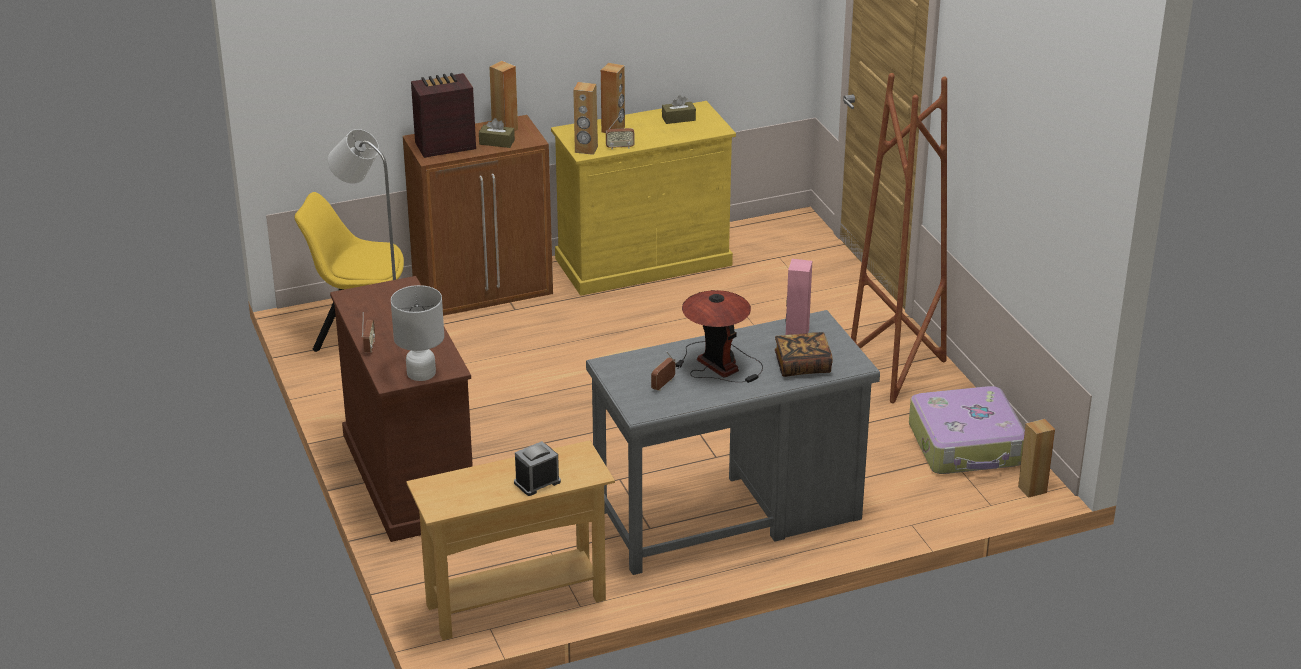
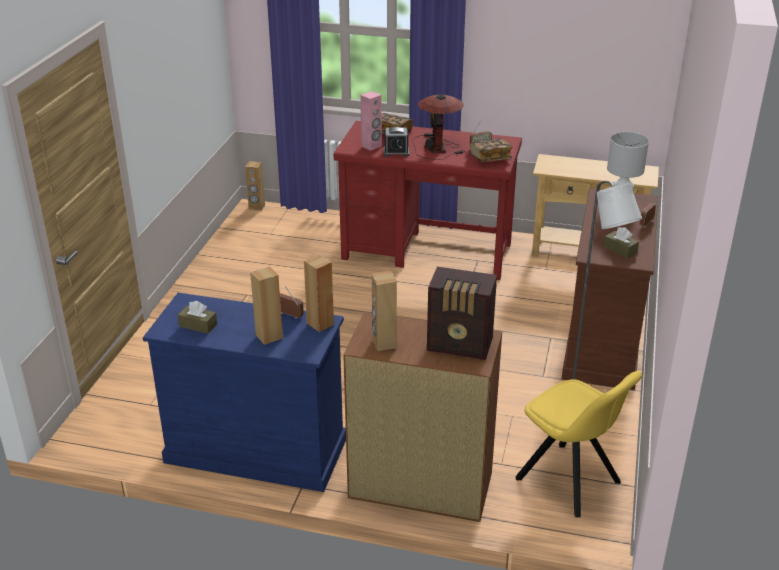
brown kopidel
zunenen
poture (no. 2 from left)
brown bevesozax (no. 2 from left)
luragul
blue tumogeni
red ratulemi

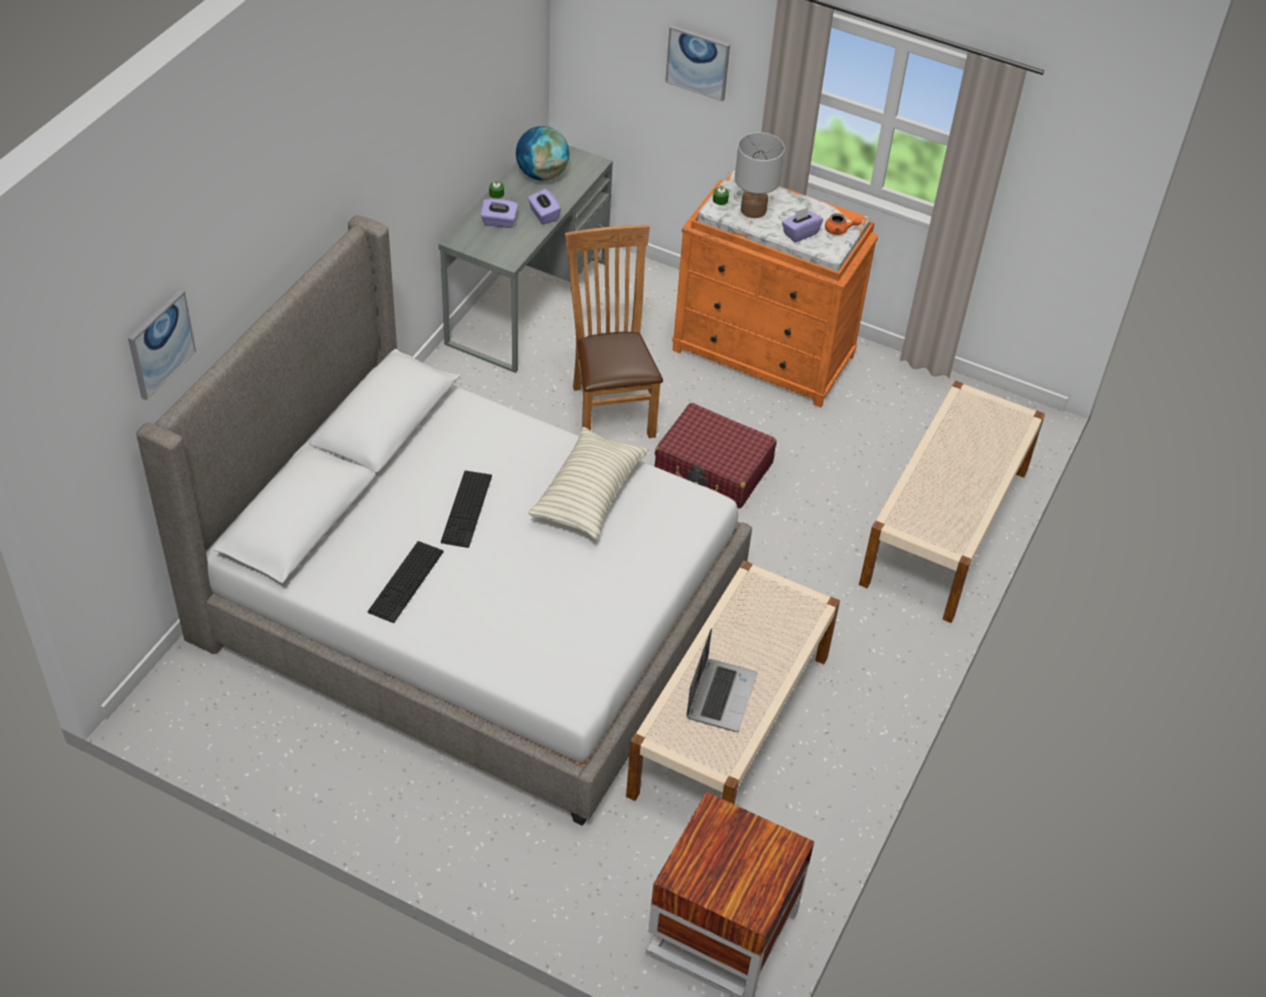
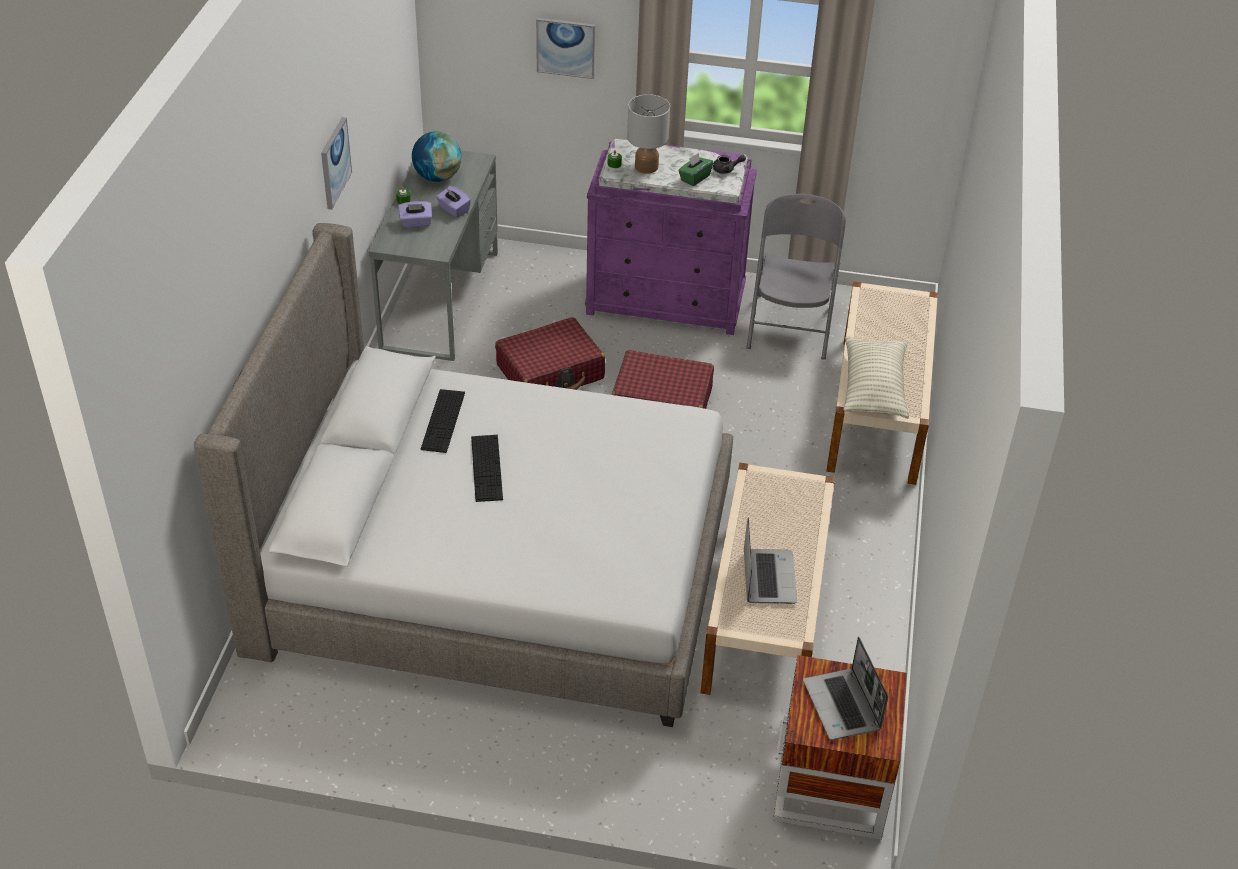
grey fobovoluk
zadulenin (no. 2 from left)
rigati (no. 1 from left)
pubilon (no. 1 from left)
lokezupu
red zunenen (no. 1 from left)
purple tumogeni
green bevesozax
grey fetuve

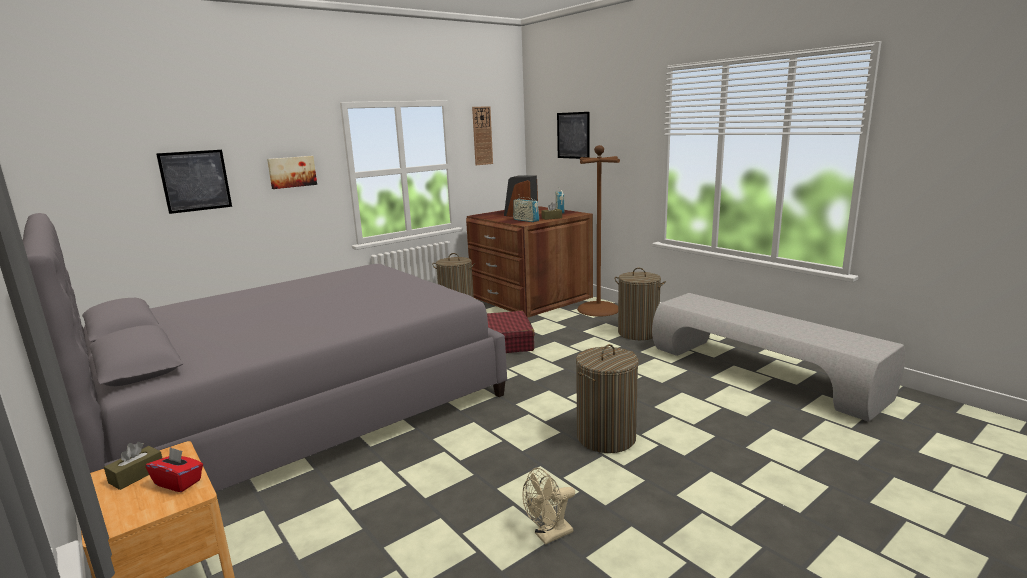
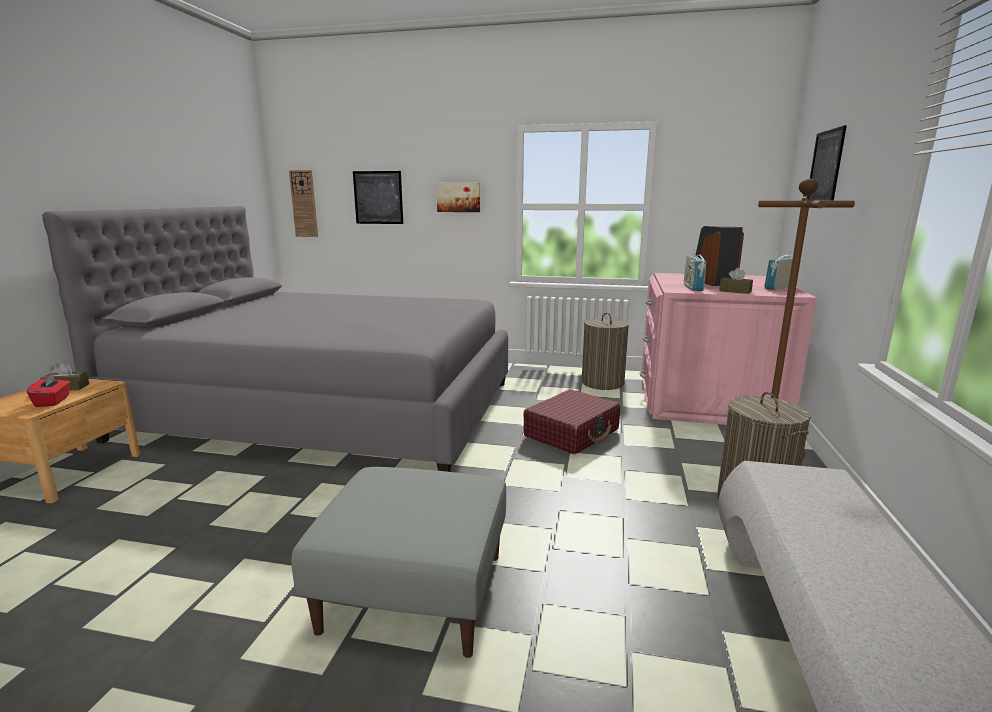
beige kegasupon
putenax
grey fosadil
pink tumogeni

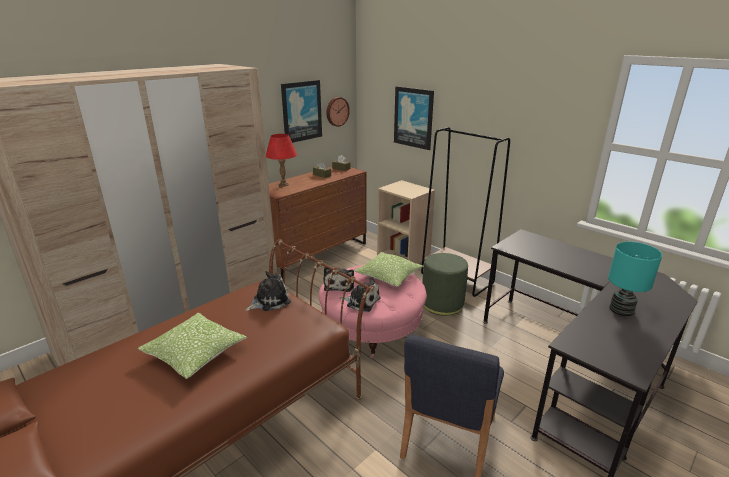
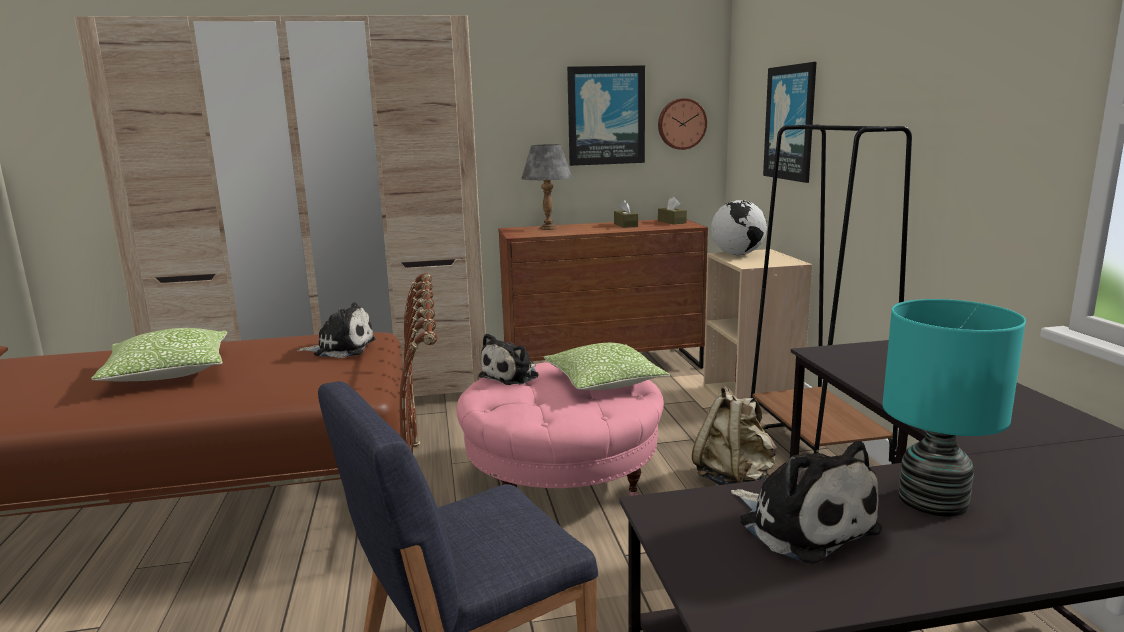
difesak
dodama (no. 3 from left)
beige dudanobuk
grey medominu

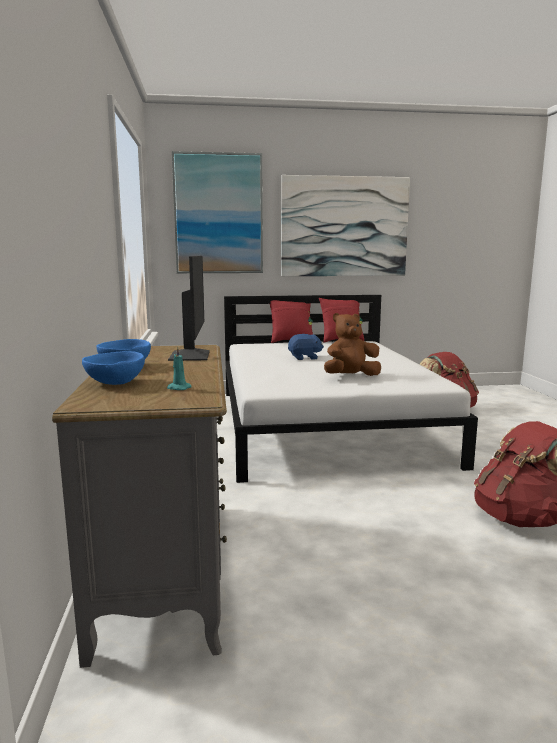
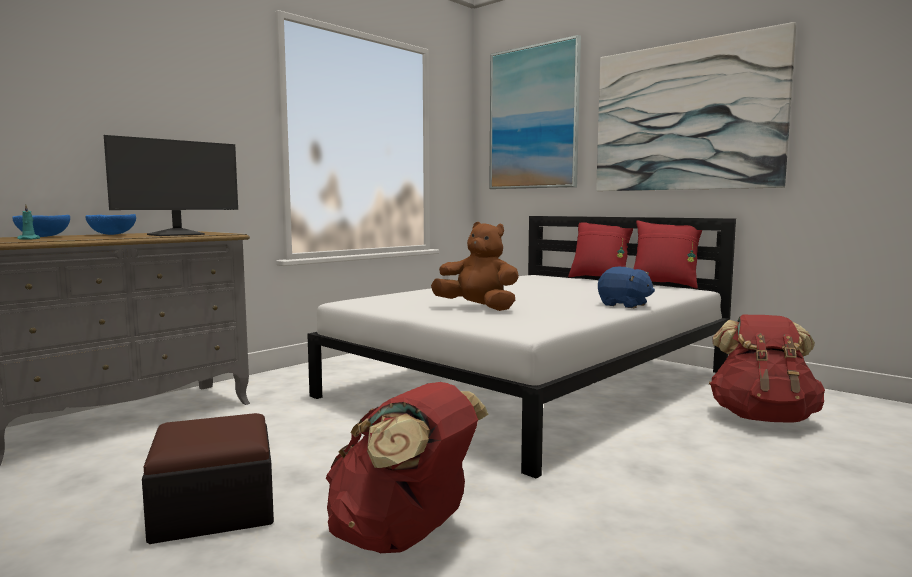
fosadil
blue dodama

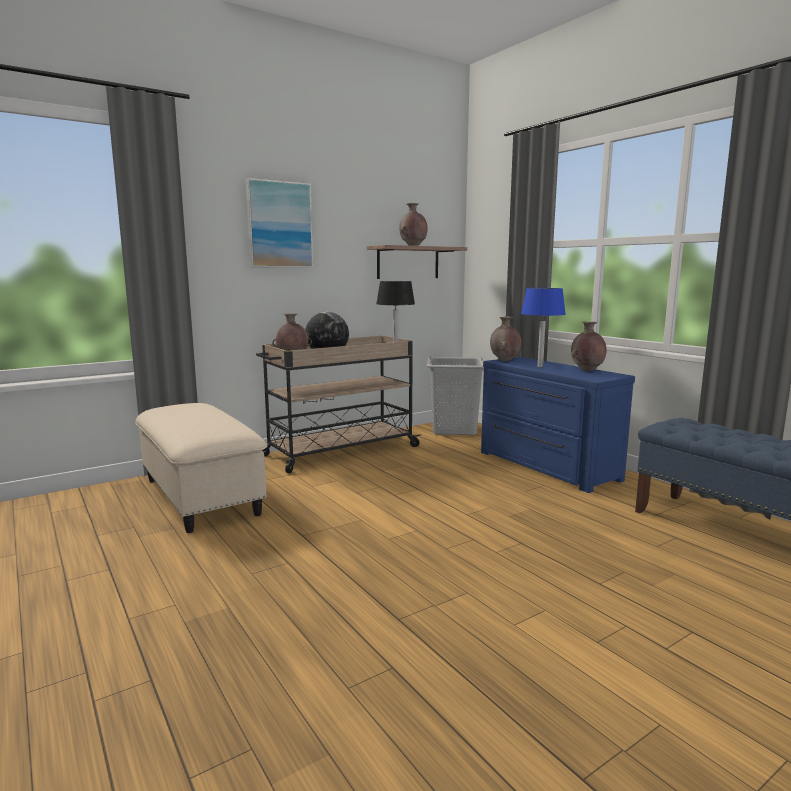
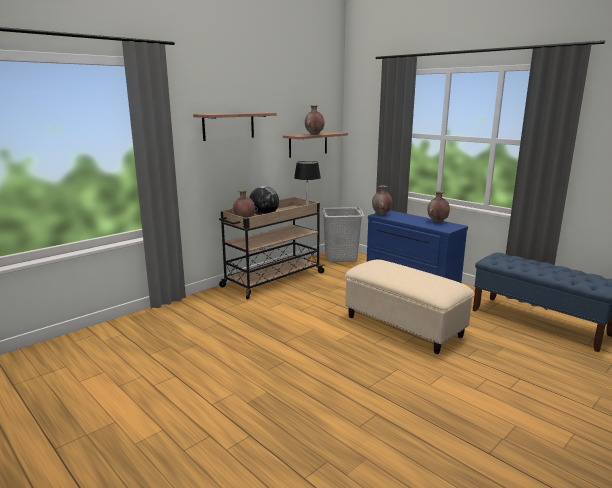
blue medominu
beige fosadil
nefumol (no. 1 from left)

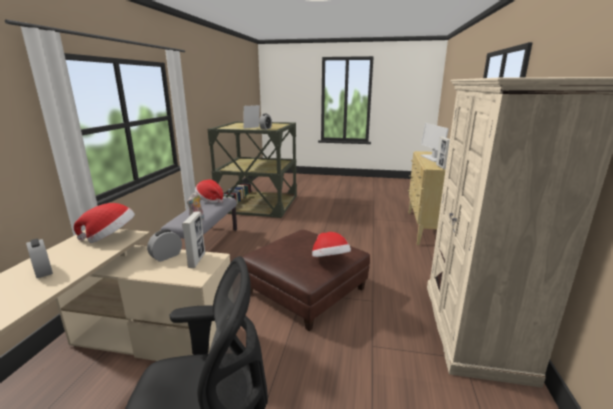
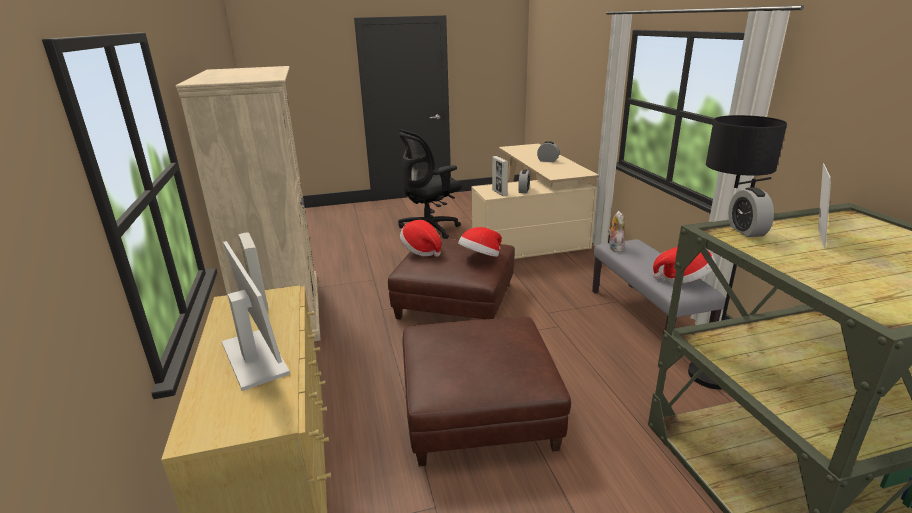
brown fosadil (no. 2 from left)
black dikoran
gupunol (no. 2 from left)

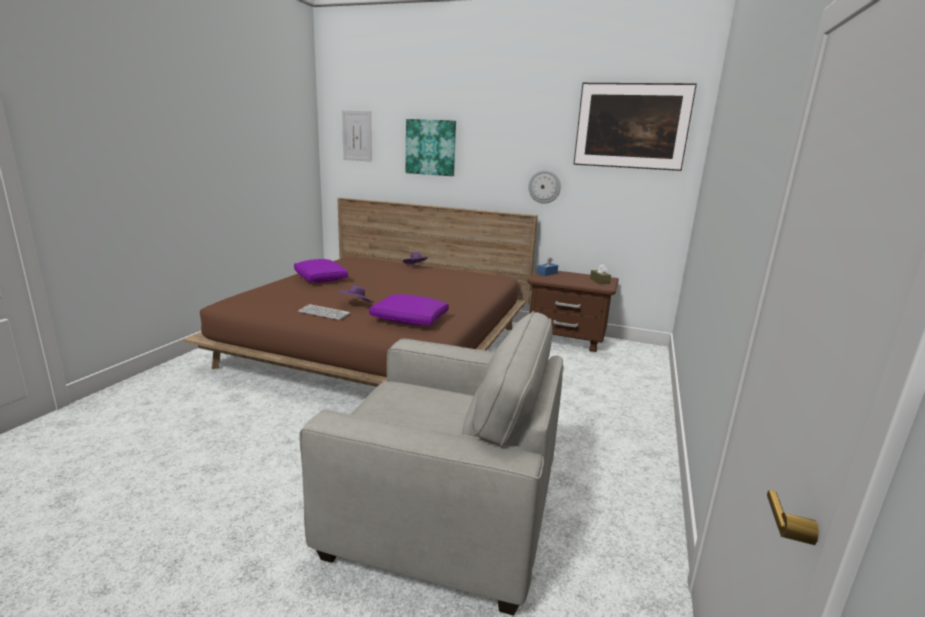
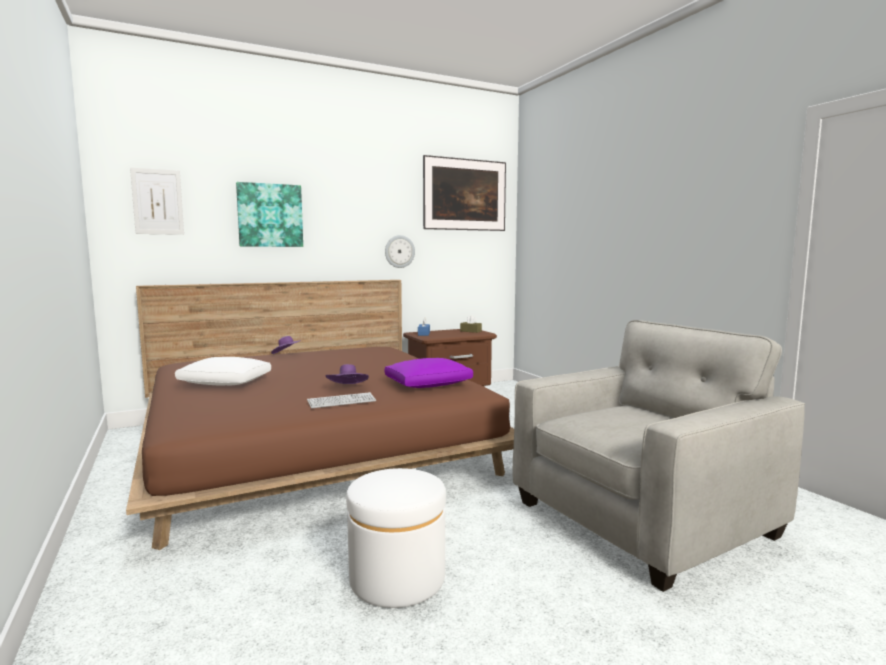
white fosadil
white lokezupu

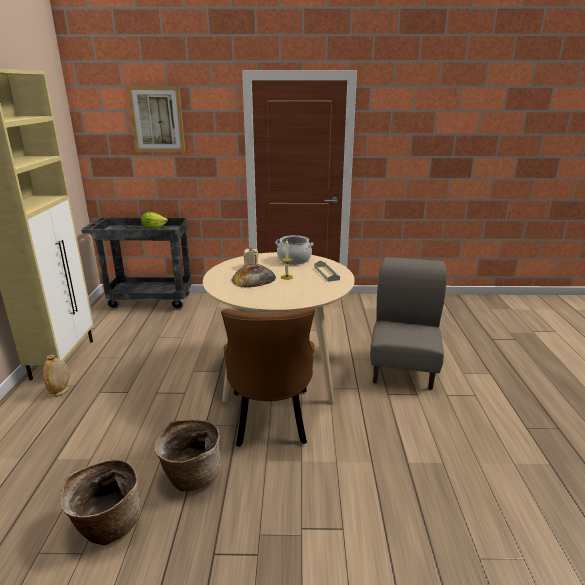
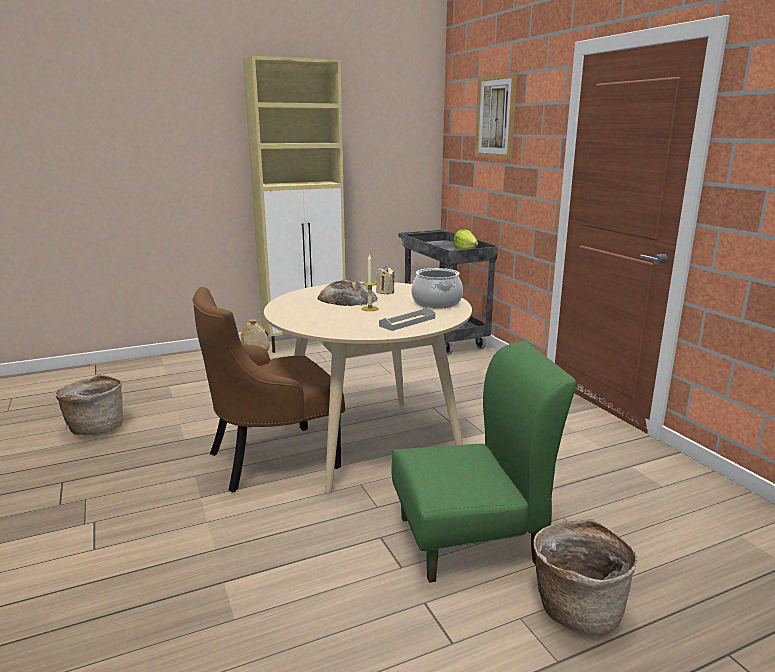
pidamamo (no. 2 from left)
green fobovoluk

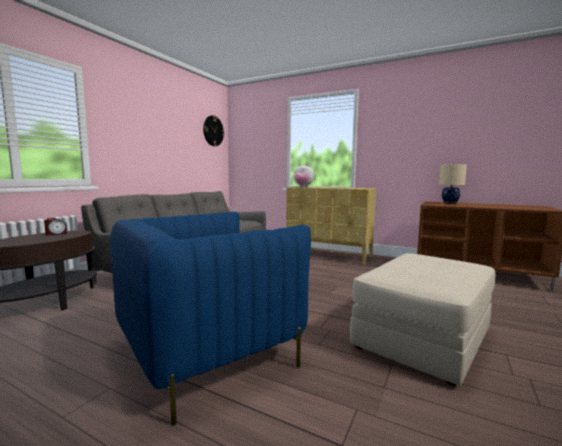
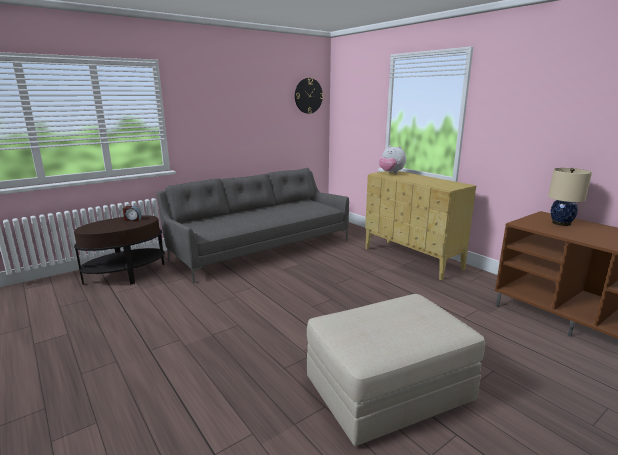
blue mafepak

